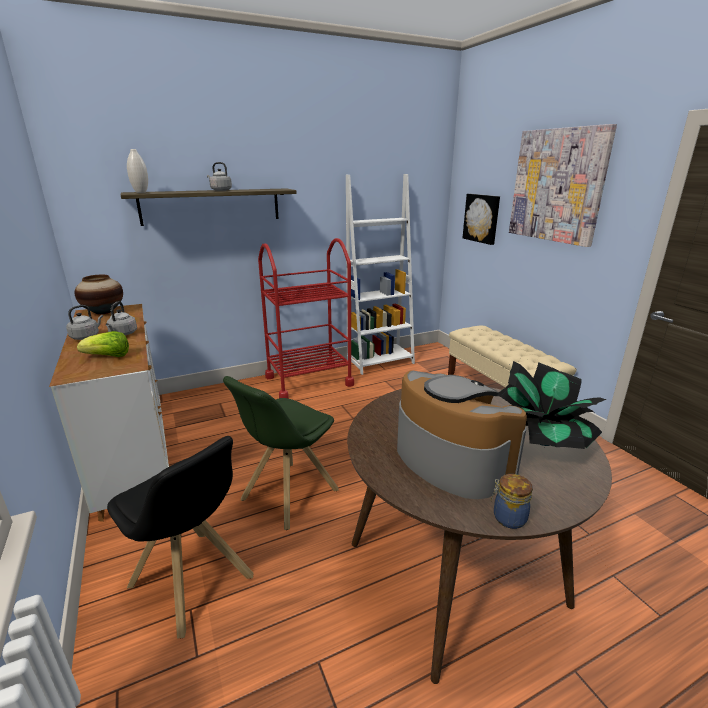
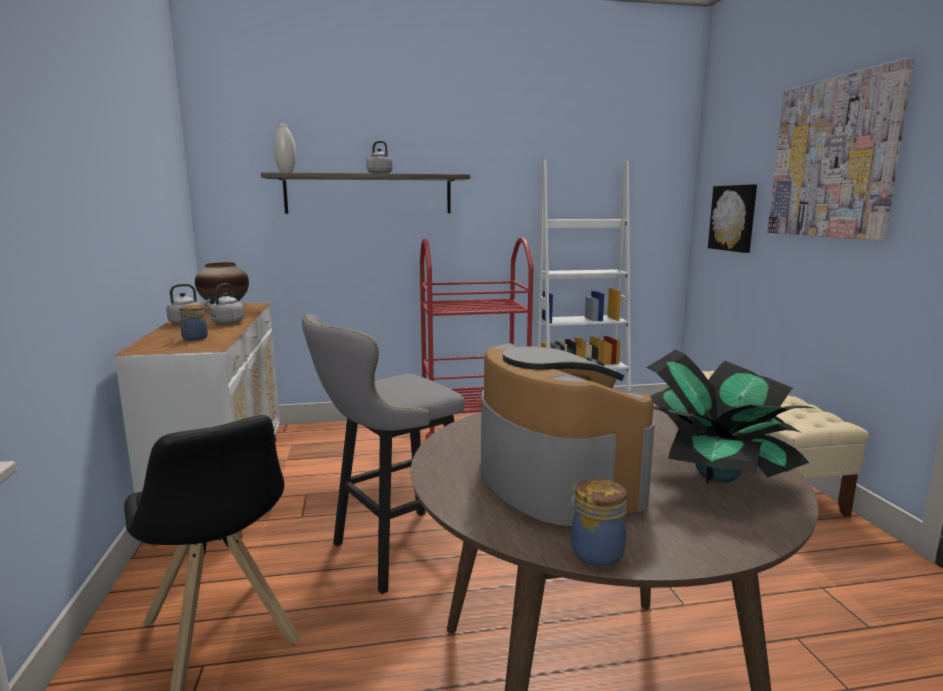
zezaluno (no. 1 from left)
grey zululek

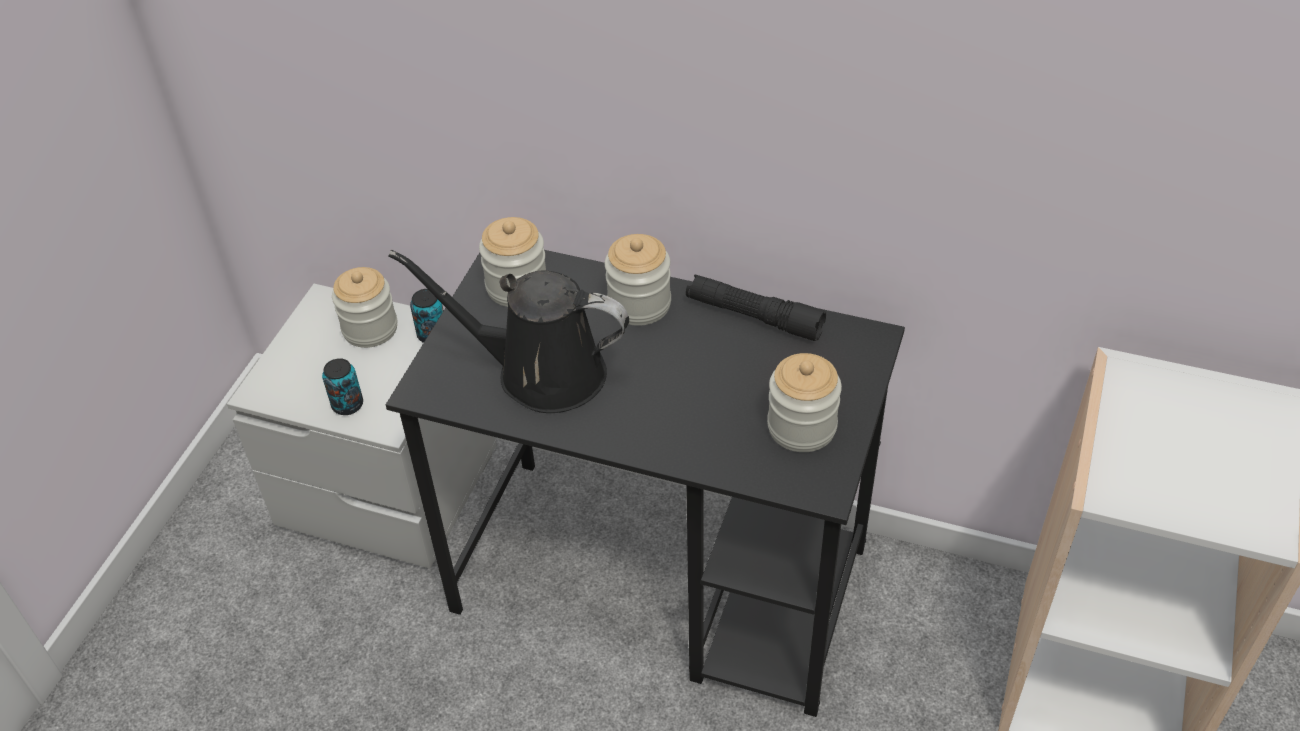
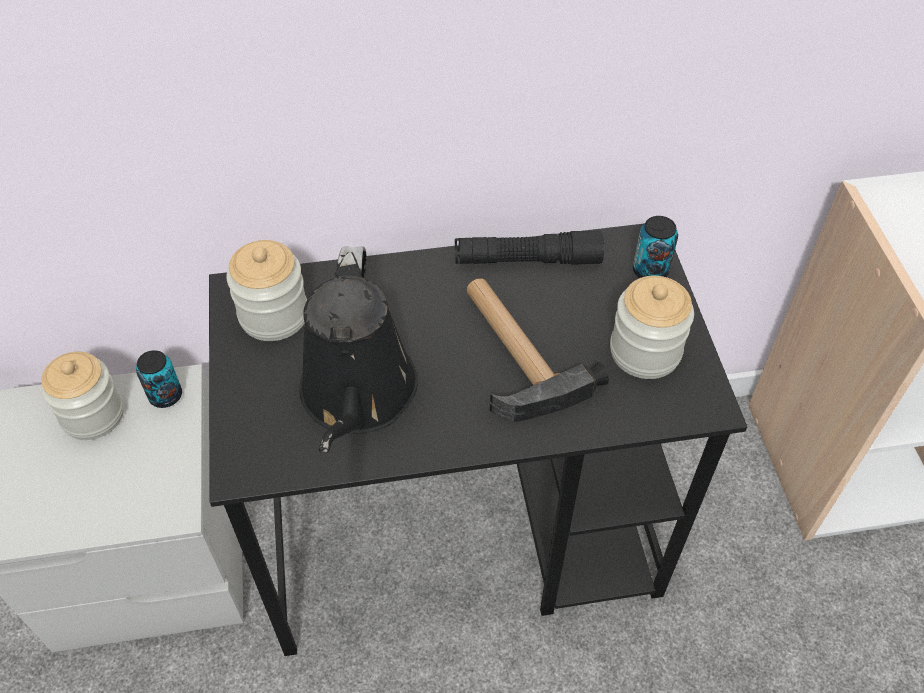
zezaluno (no. 3 from left in the first image)
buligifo
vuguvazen (no. 2 from left)
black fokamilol

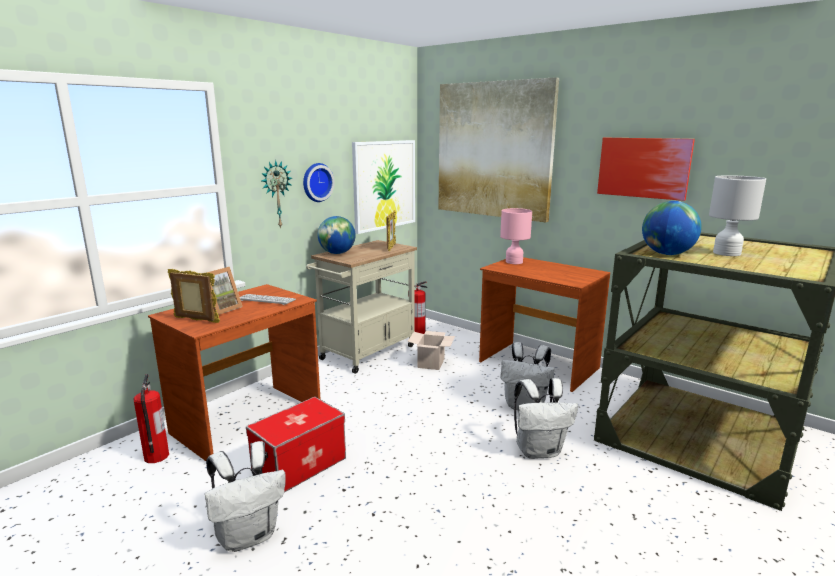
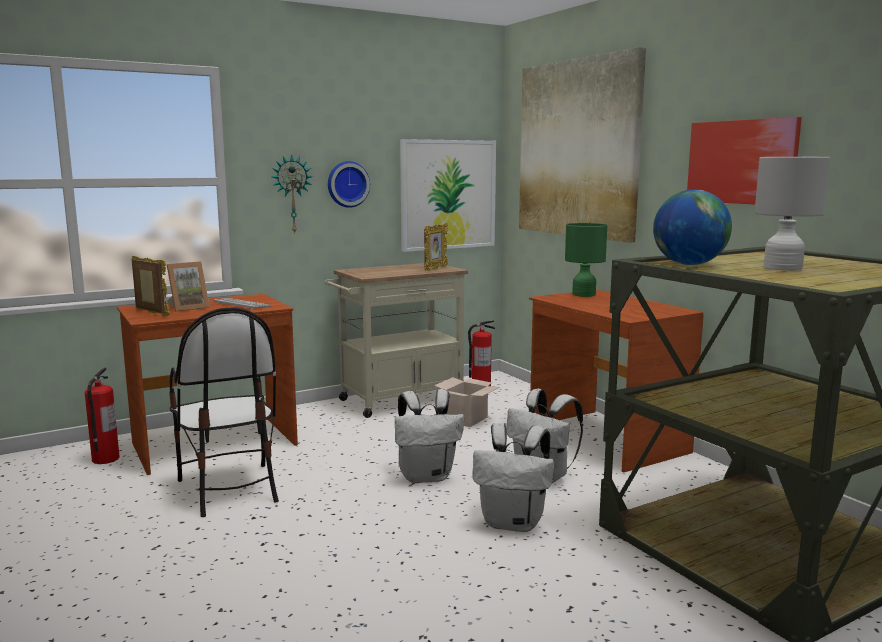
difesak (no. 1 from left in the first image)
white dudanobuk (no. 1 from left)
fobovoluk
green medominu

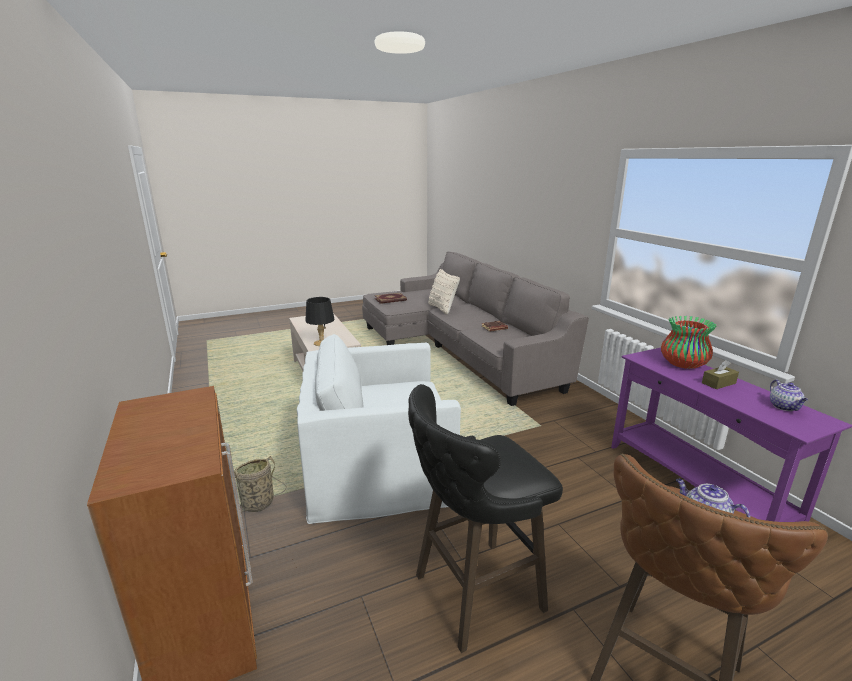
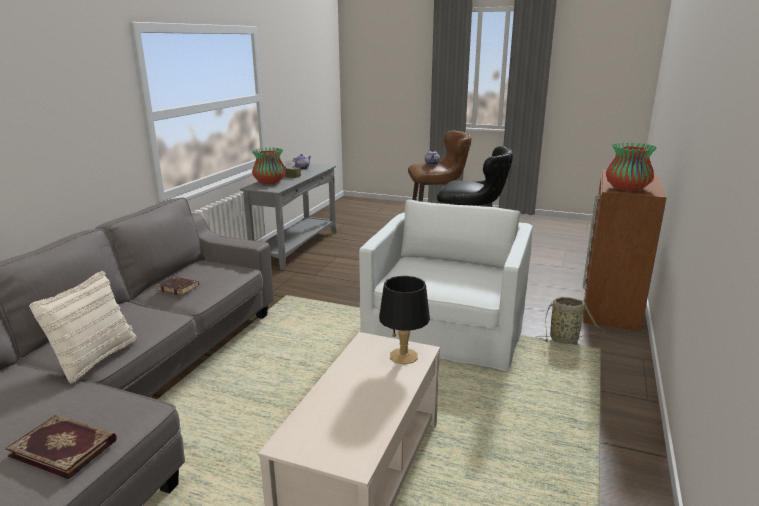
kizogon (no. 2 from left)
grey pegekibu
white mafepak

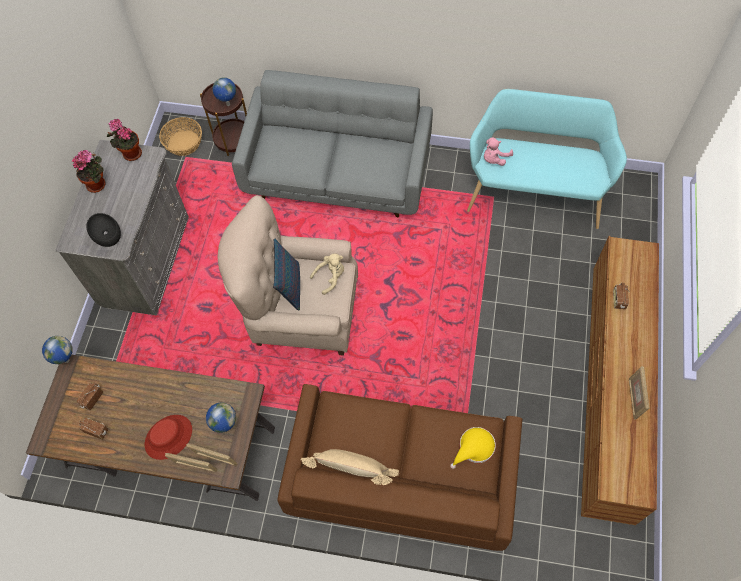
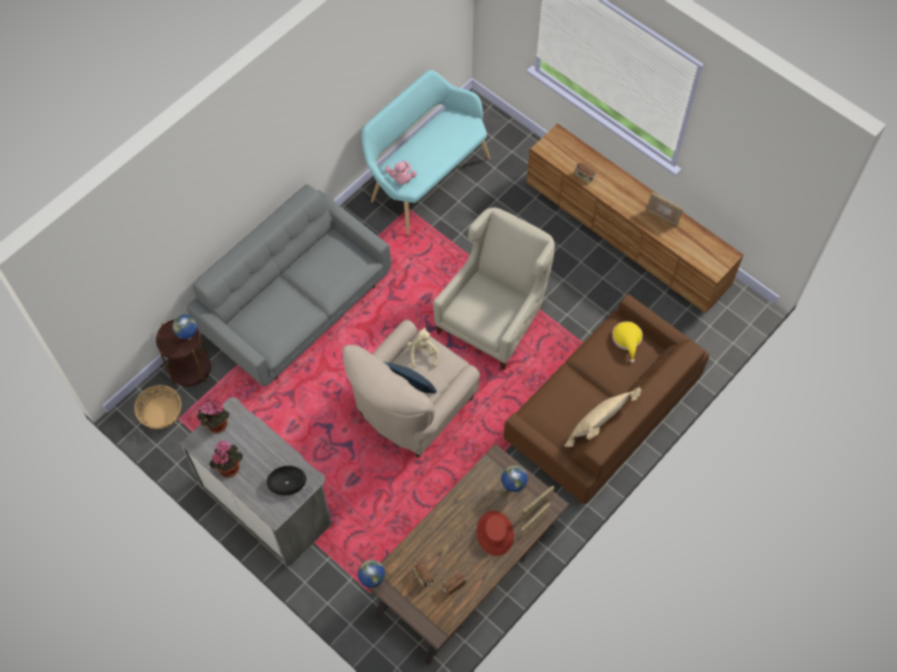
beige mafepak (no. 2 from left)

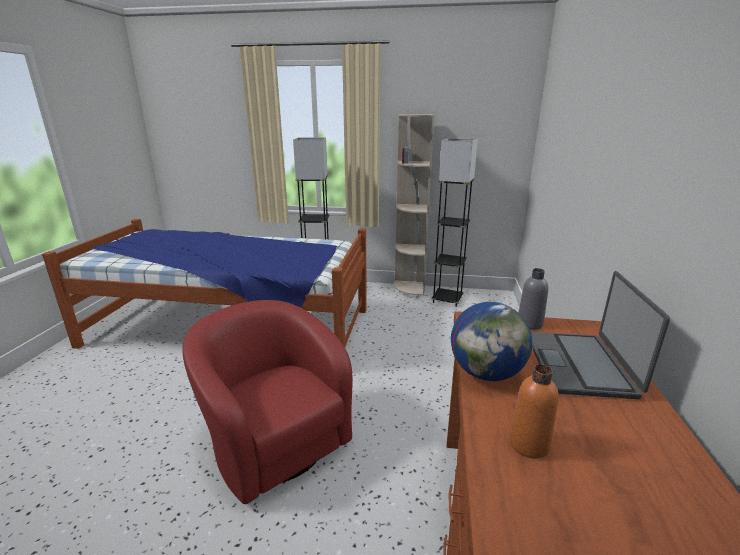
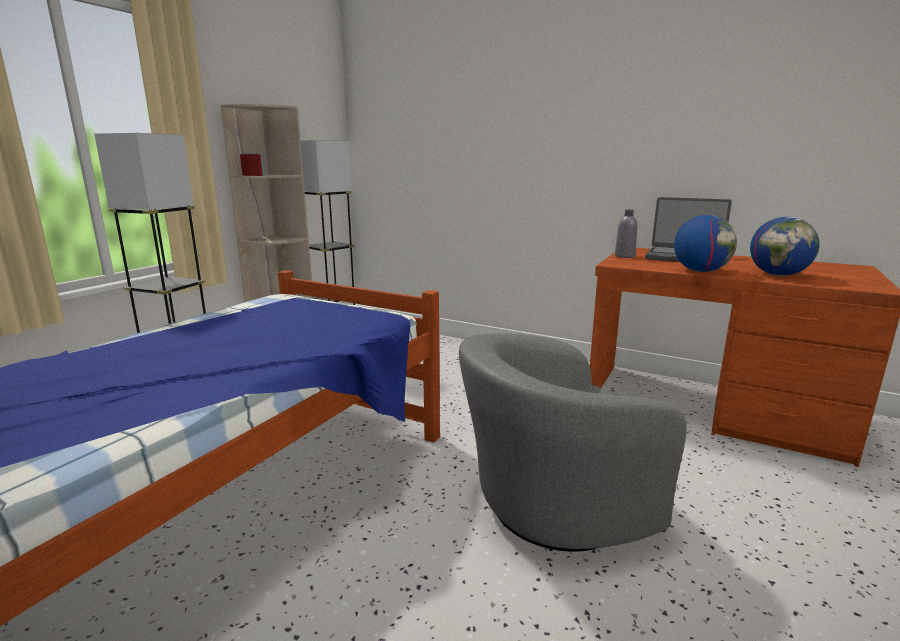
difesak (no. 2 from left)
grey mafepak

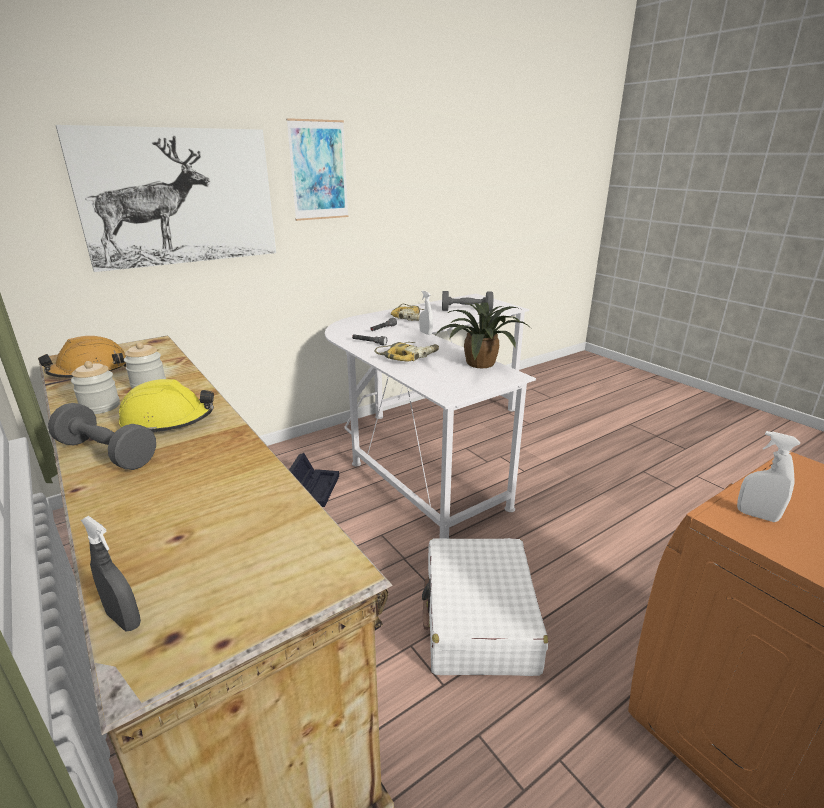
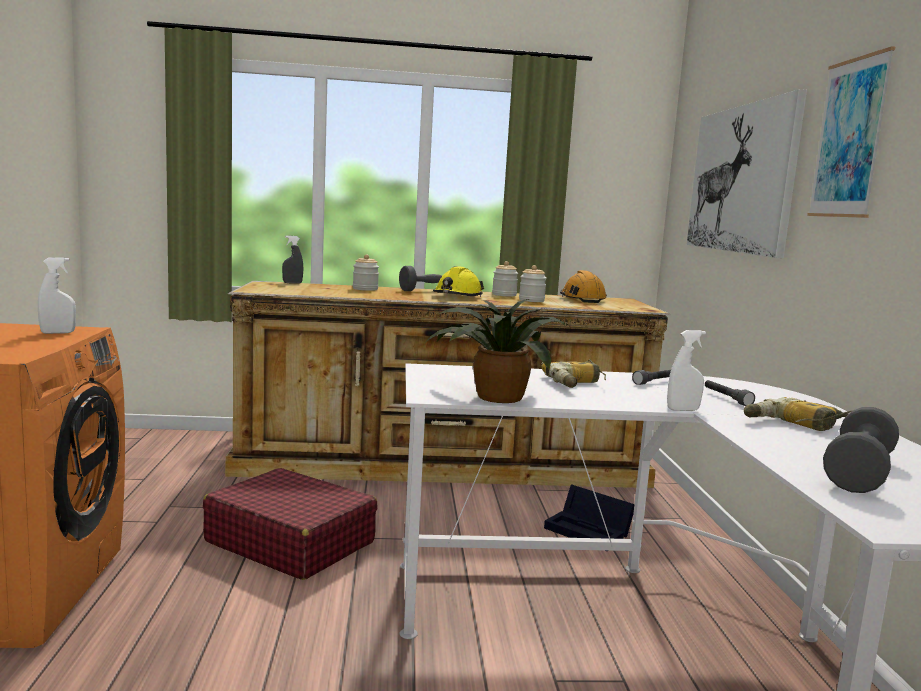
zezaluno (no. 1 from left)
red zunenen

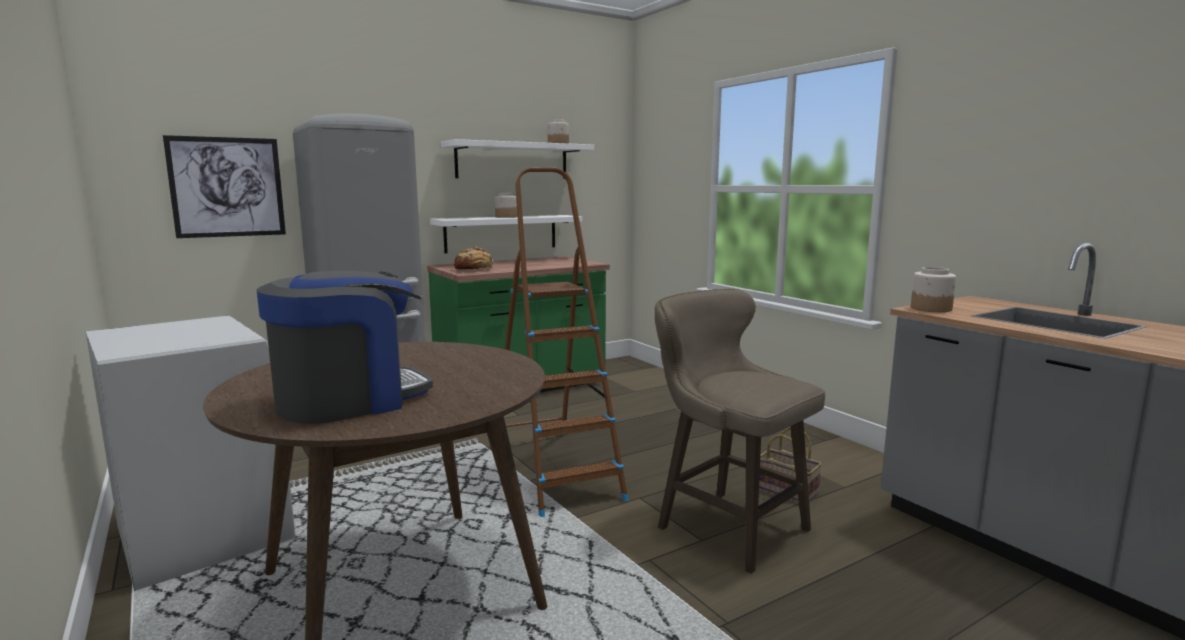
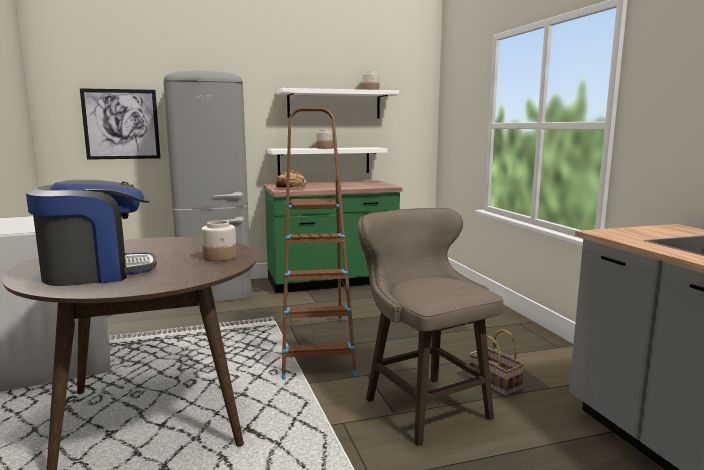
zezaluno (no. 1 from left)

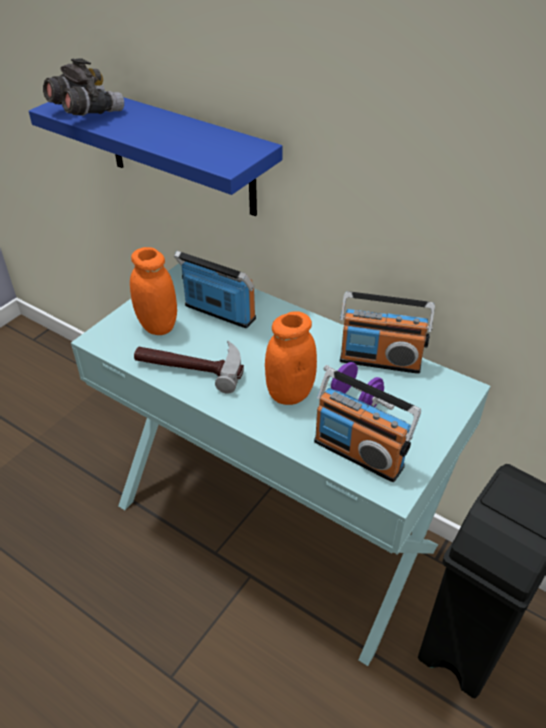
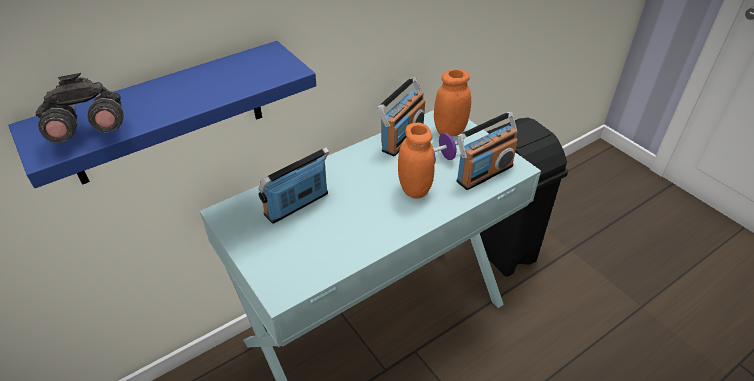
buligifo
orange zezaluno (no. 2 from left)

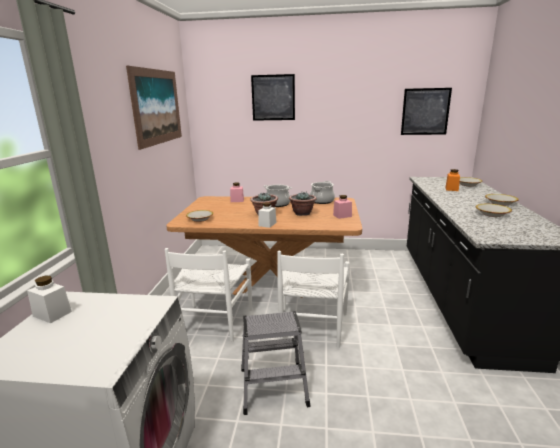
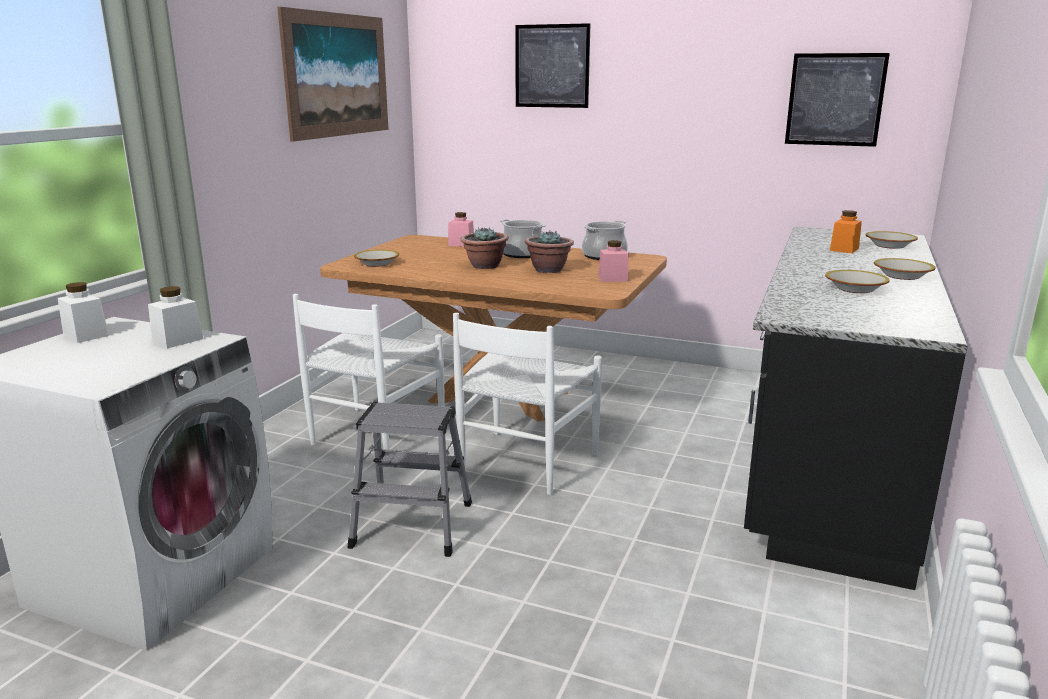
white zezaluno (no. 2 from left)

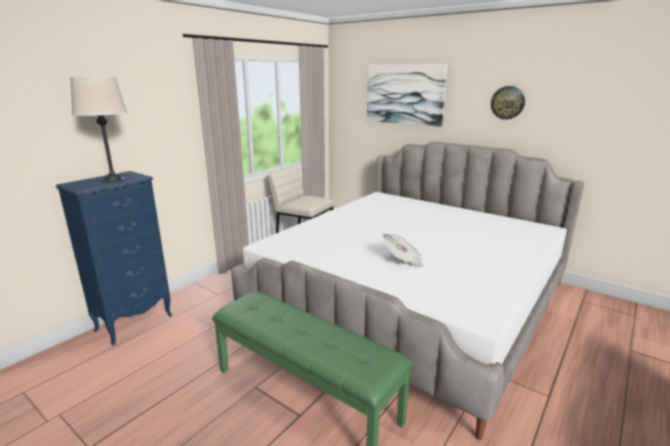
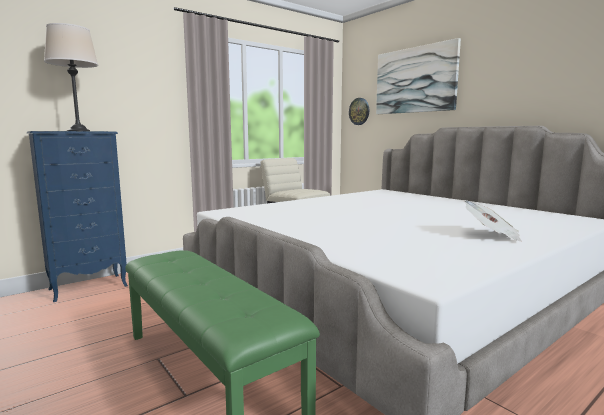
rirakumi
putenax

